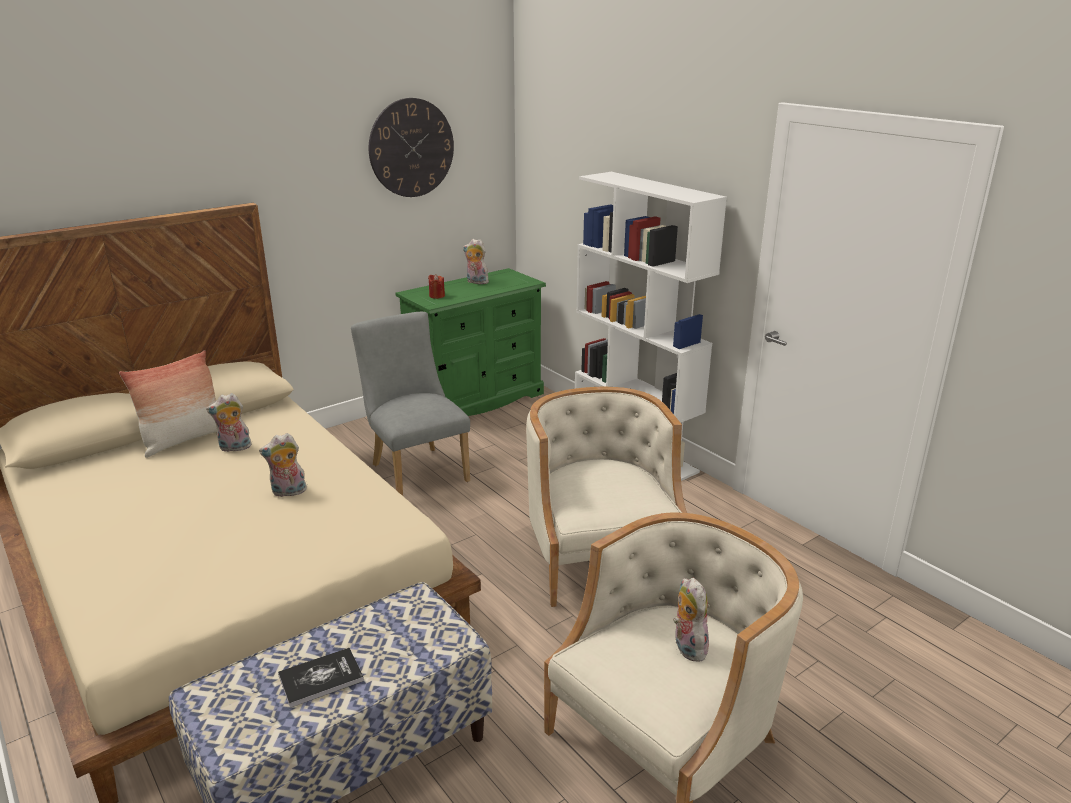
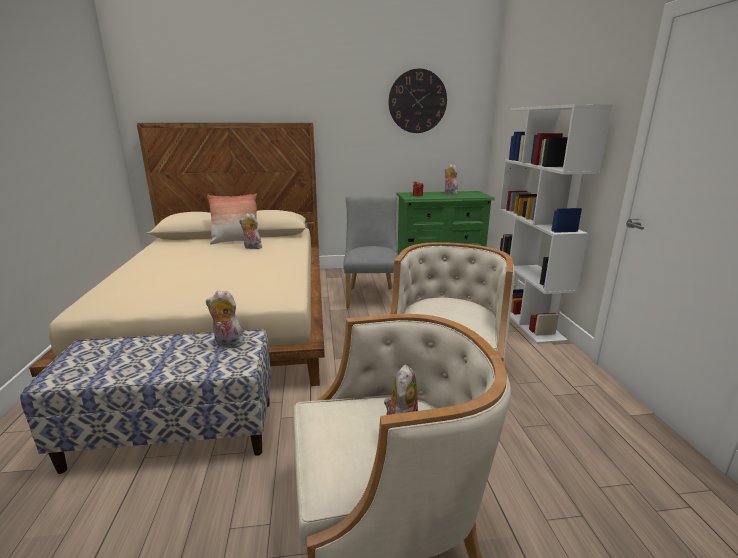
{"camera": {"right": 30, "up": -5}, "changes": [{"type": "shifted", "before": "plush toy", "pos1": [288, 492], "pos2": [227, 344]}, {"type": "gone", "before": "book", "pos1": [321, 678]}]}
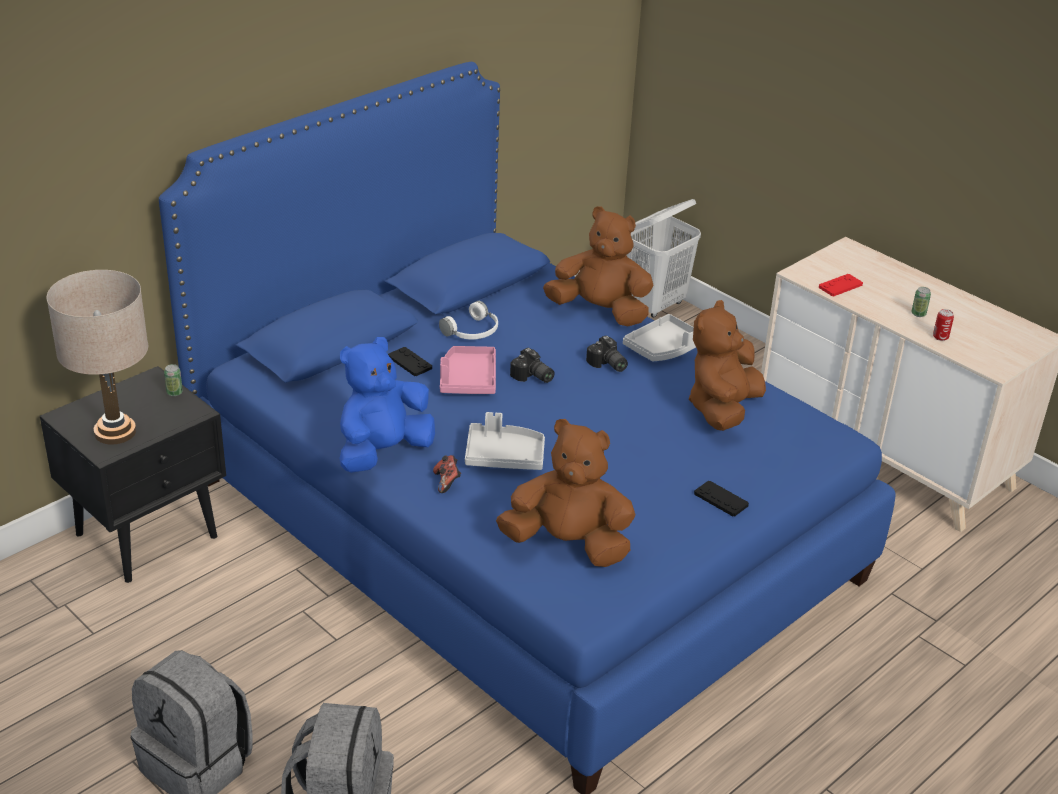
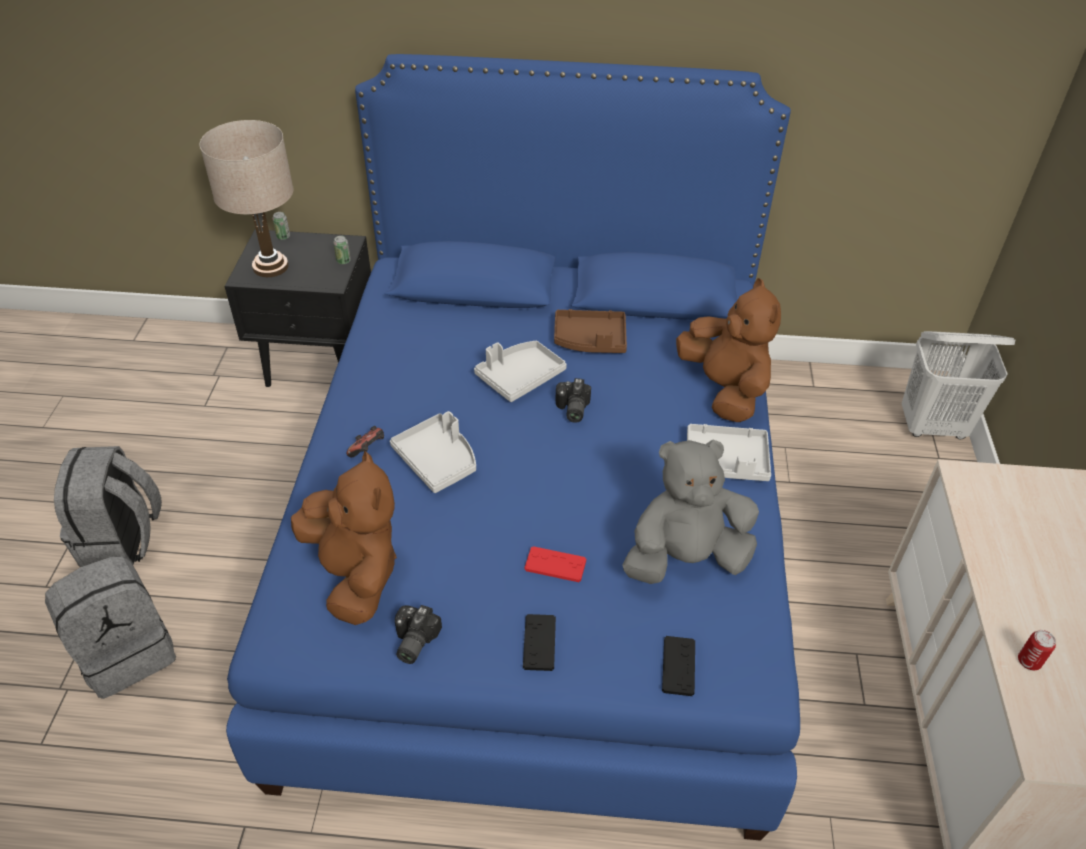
{"camera": {"right": 50, "up": 10}, "changes": [{"type": "shifted", "before": "game controller/red", "pos1": [840, 286], "pos2": [555, 565]}, {"type": "shifted", "before": "can", "pos1": [918, 314], "pos2": [283, 237]}, {"type": "repainted", "before": "plush toy/brown", "after": "plush toy/grey", "pos1": [722, 409], "pos2": [685, 558]}, {"type": "swapped", "before": "headphones/white", "after": "tray/brown", "pos1": [473, 332], "pos2": [590, 340]}, {"type": "shifted", "before": "photo camera", "pos1": [607, 365], "pos2": [412, 641]}, {"type": "gone", "before": "plush toy/blue", "pos1": [383, 452]}, {"type": "repainted", "before": "tray/pink", "after": "tray/grey", "pos1": [468, 379], "pos2": [519, 377]}, {"type": "shifted", "before": "game controller/black", "pos1": [410, 362], "pos2": [678, 666]}]}
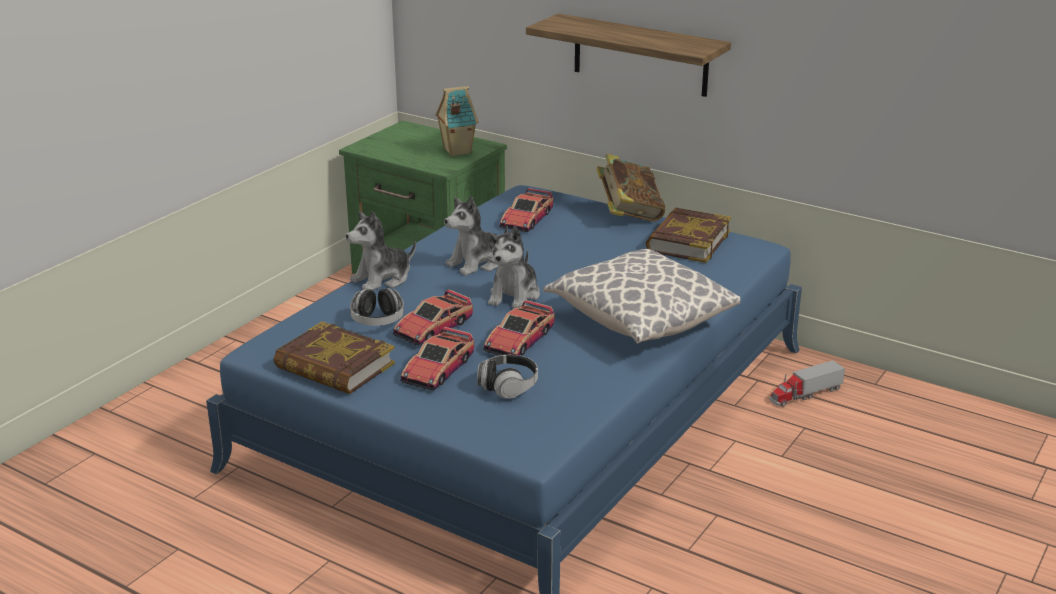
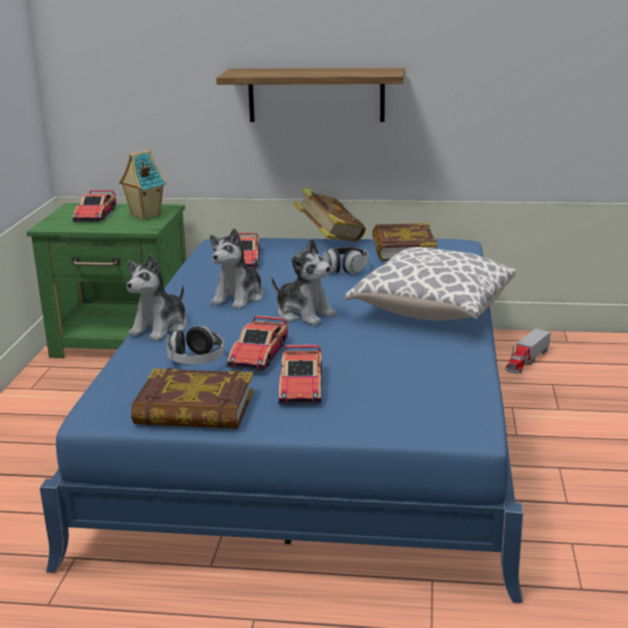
{"camera": {"right": -25, "up": -5}, "changes": [{"type": "rotated", "before": "plush toy", "pos1": [514, 295], "pos2": [304, 314], "turn": -45}, {"type": "shifted", "before": "toy car", "pos1": [519, 340], "pos2": [95, 215]}, {"type": "shifted", "before": "headphones", "pos1": [508, 387], "pos2": [345, 269]}]}
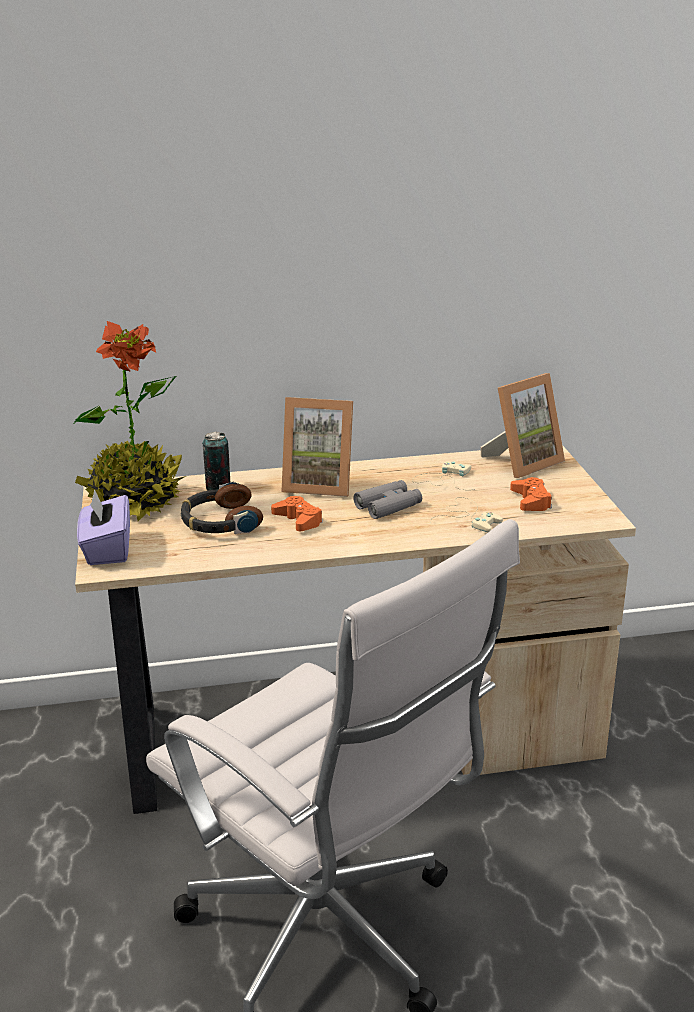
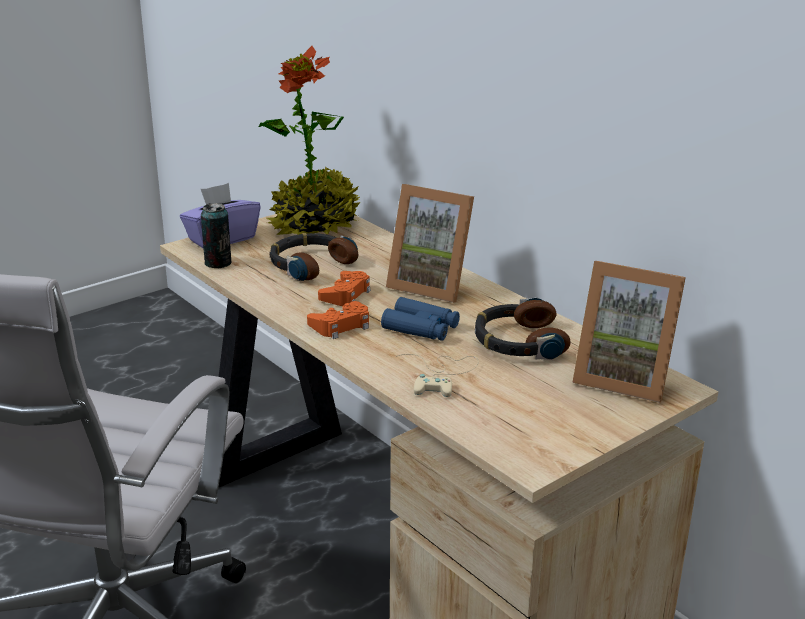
{"camera": {"right": 60, "up": 0}, "changes": [{"type": "rotated", "before": "picture frame", "pos1": [319, 484], "pos2": [432, 285], "turn": -45}, {"type": "shifted", "before": "can", "pos1": [218, 487], "pos2": [218, 263]}, {"type": "swapped", "before": "game controller/beige", "after": "headphones", "pos1": [444, 479], "pos2": [518, 342]}, {"type": "shifted", "before": "game controller/orange", "pos1": [531, 501], "pos2": [341, 326]}, {"type": "repainted", "before": "binoculars/grey", "after": "binoculars/blue", "pos1": [388, 506], "pos2": [421, 328]}]}
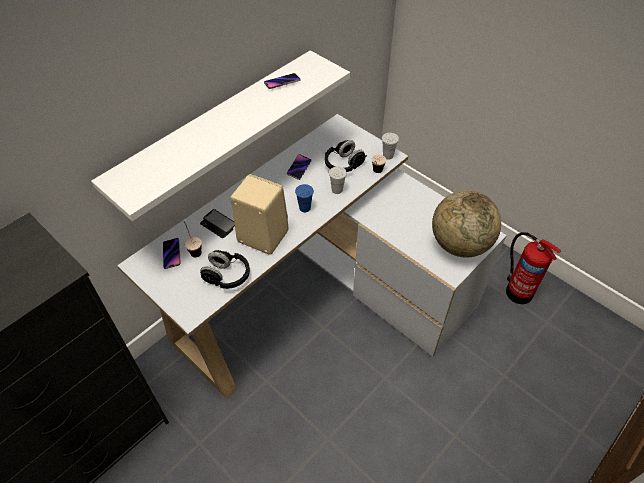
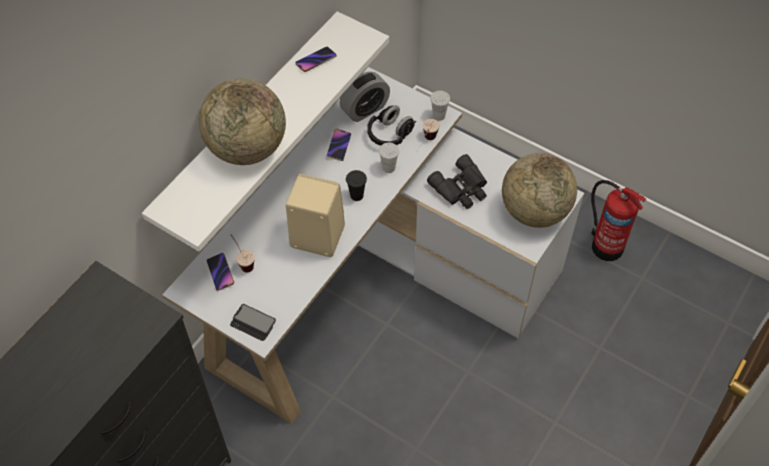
{"camera": {"right": -10, "up": 5}, "changes": [{"type": "repainted", "before": "cup/blue", "after": "cup/black", "pos1": [305, 208], "pos2": [356, 195]}, {"type": "shifted", "before": "phone", "pos1": [218, 224], "pos2": [253, 323]}, {"type": "gone", "before": "headphones/black", "pos1": [227, 276]}, {"type": "new", "after": "alarm clock", "pos2": [365, 109]}, {"type": "new", "after": "globe", "pos2": [247, 148]}, {"type": "new", "after": "binoculars/black", "pos2": [461, 188]}]}
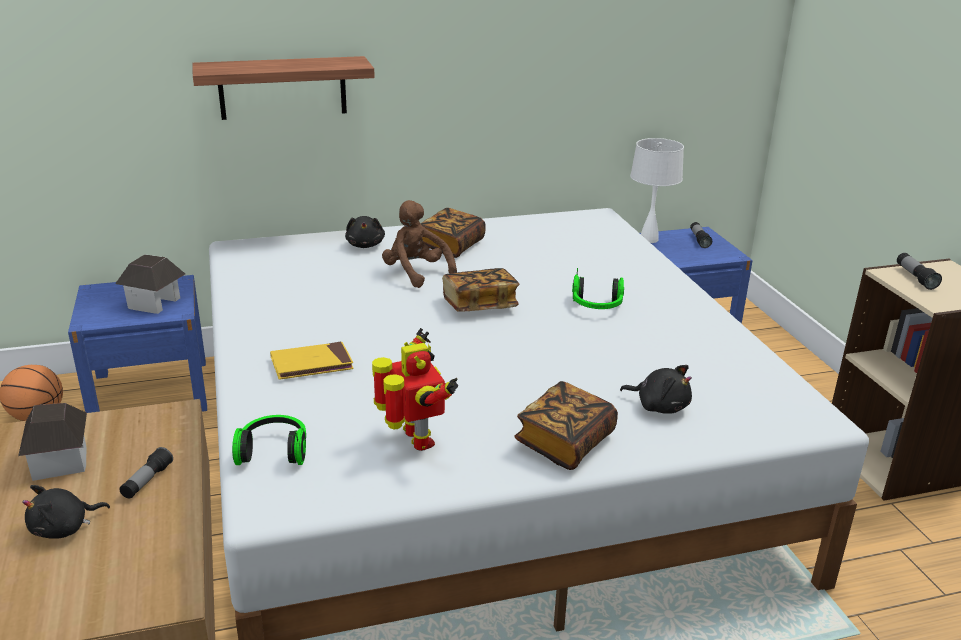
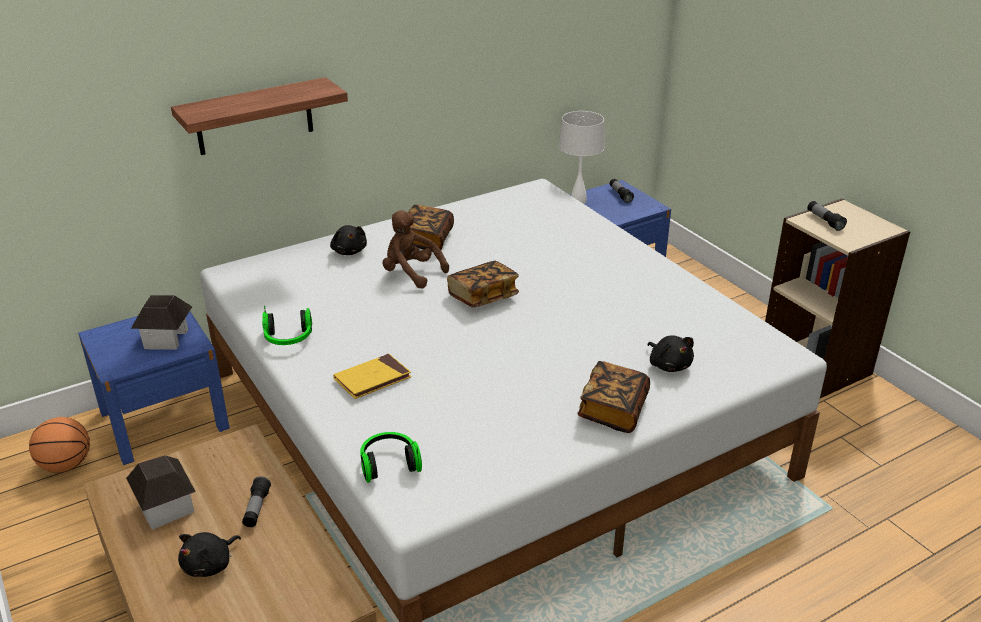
{"camera": {"right": -15, "up": 5}, "changes": [{"type": "shifted", "before": "headphones", "pos1": [597, 307], "pos2": [288, 339]}, {"type": "gone", "before": "toy robot", "pos1": [415, 440]}, {"type": "rotated", "before": "plush toy/black", "pos1": [659, 406], "pos2": [669, 365], "turn": 45}]}
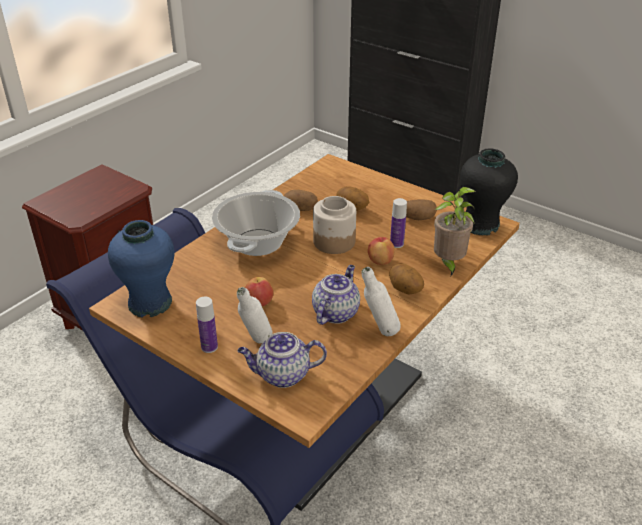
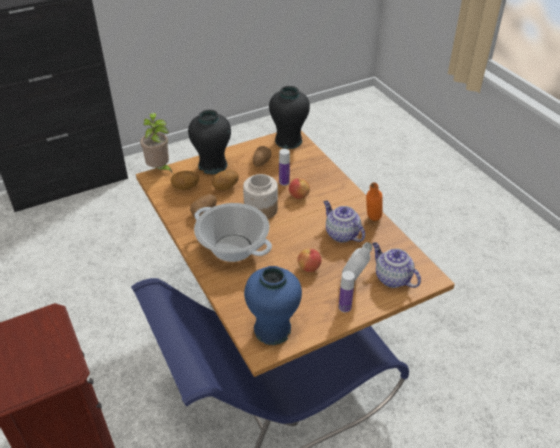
{"camera": {"right": -65, "up": 5}, "changes": [{"type": "shifted", "before": "potted plant", "pos1": [448, 264], "pos2": [159, 169]}, {"type": "shifted", "before": "potato", "pos1": [404, 290], "pos2": [186, 188]}, {"type": "repainted", "before": "bottle/white", "after": "bottle/orange", "pos1": [379, 332], "pos2": [372, 222]}, {"type": "rotated", "before": "teapot", "pos1": [282, 375], "pos2": [392, 278], "turn": 120}, {"type": "new", "after": "vase/black", "pos2": [213, 166]}]}
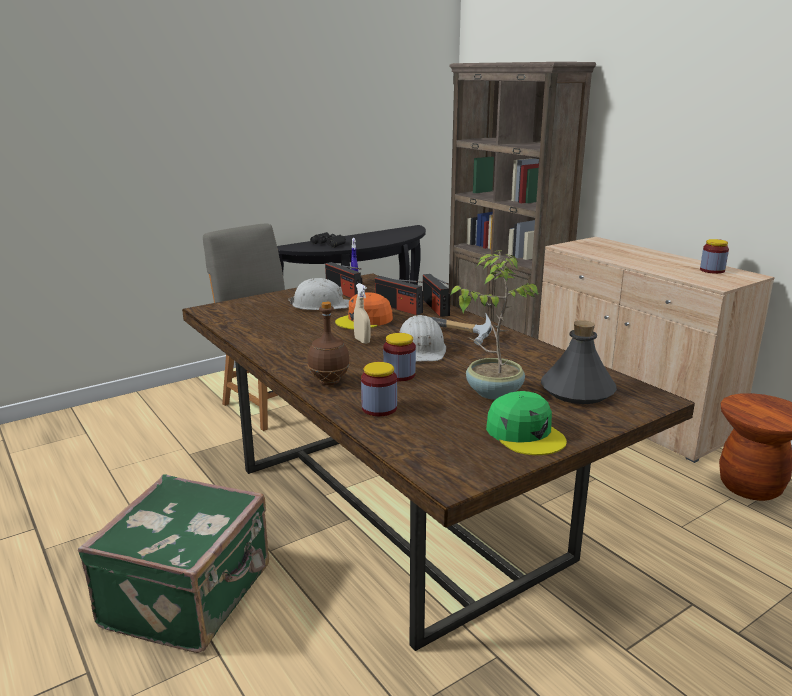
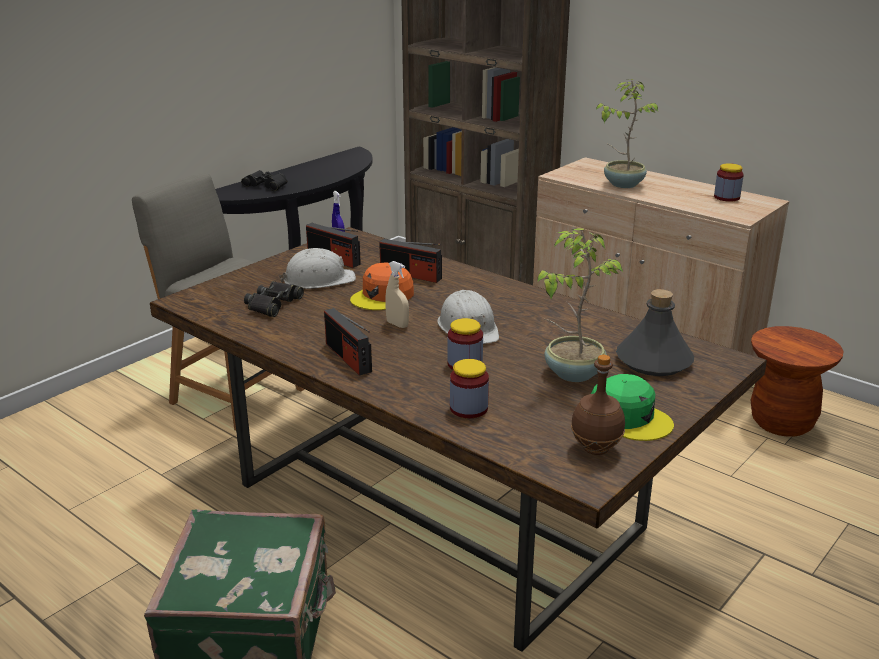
{"camera": {"right": -15, "up": 5}, "changes": [{"type": "shifted", "before": "radio", "pos1": [435, 307], "pos2": [348, 357]}, {"type": "shifted", "before": "bottle/brown", "pos1": [328, 382], "pos2": [595, 449]}, {"type": "gone", "before": "hammer", "pos1": [453, 335]}, {"type": "new", "after": "potted plant", "pos2": [623, 184]}, {"type": "new", "after": "binoculars/black", "pos2": [273, 304]}]}
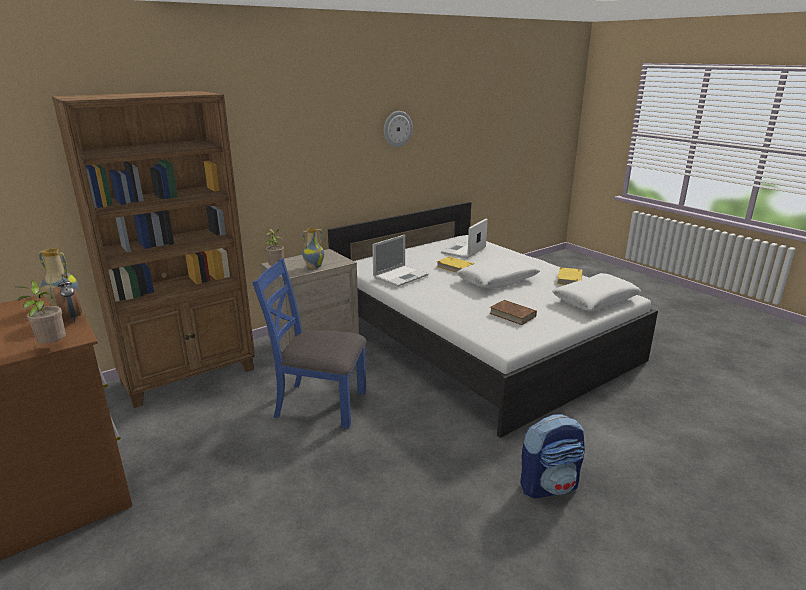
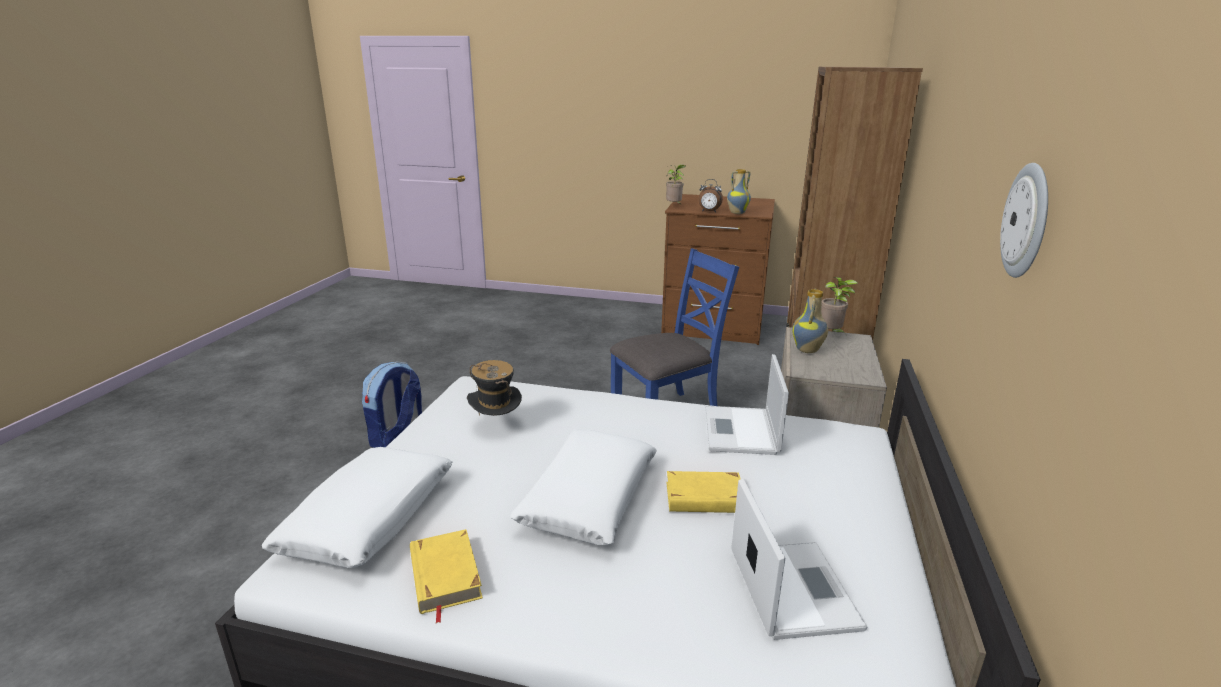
{"camera": {"right": 140, "up": 0}, "changes": [{"type": "swapped", "before": "book/brown", "after": "hat", "pos1": [512, 315], "pos2": [496, 426]}]}
